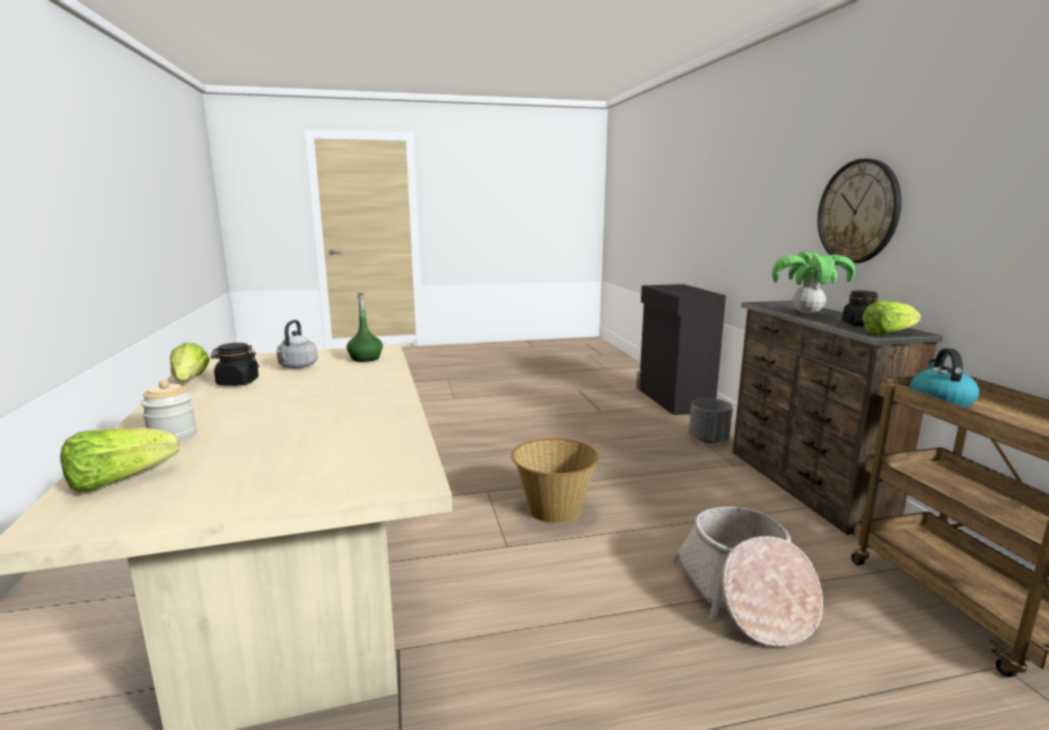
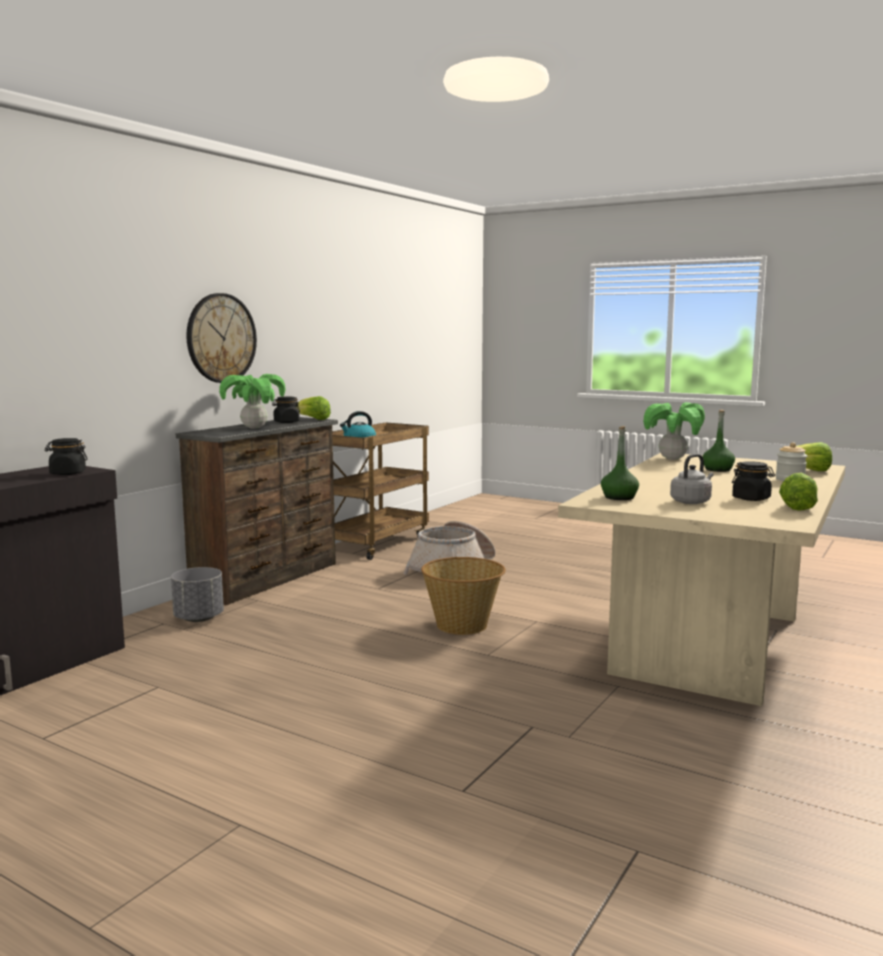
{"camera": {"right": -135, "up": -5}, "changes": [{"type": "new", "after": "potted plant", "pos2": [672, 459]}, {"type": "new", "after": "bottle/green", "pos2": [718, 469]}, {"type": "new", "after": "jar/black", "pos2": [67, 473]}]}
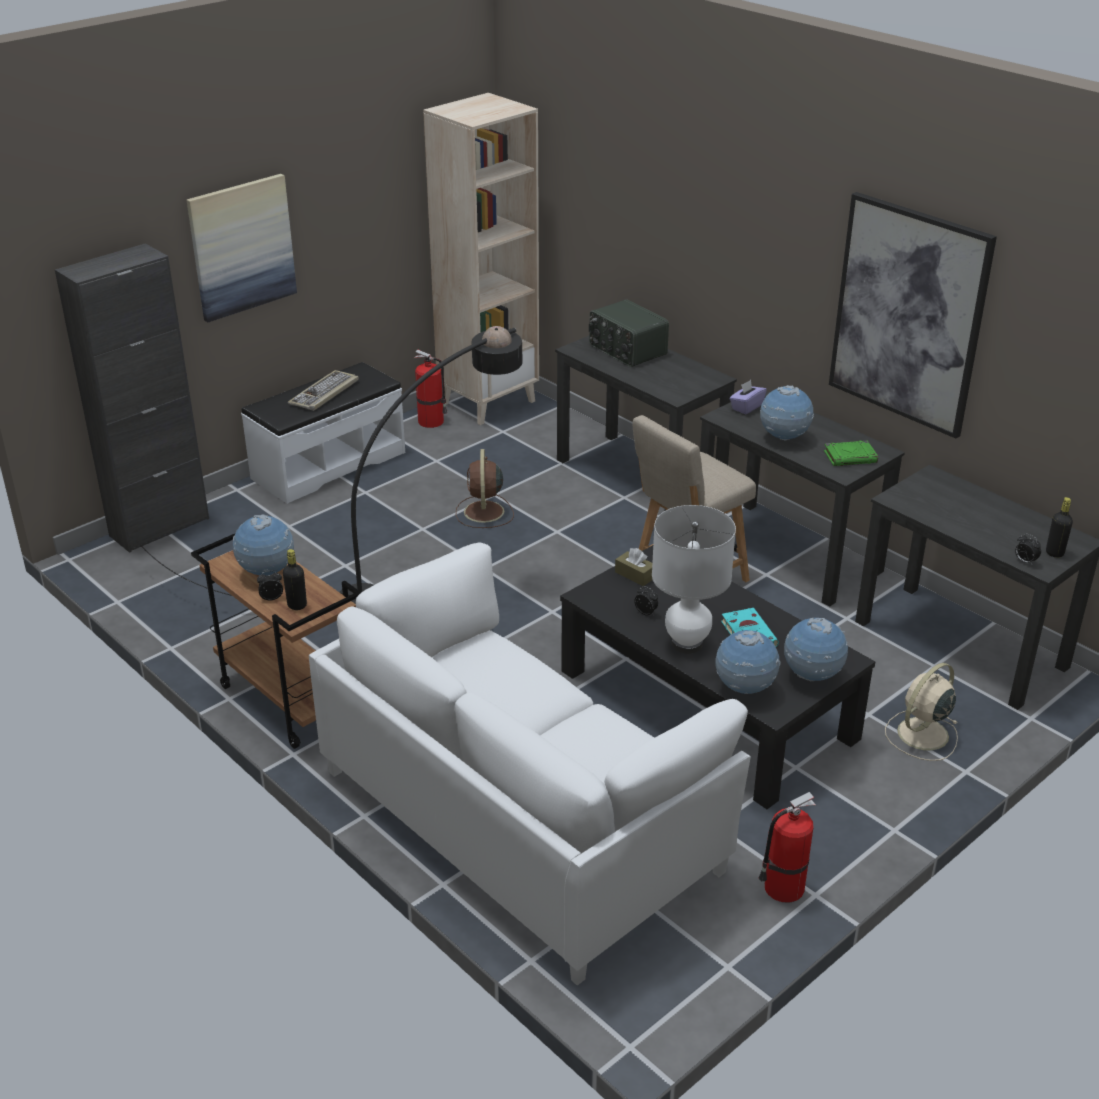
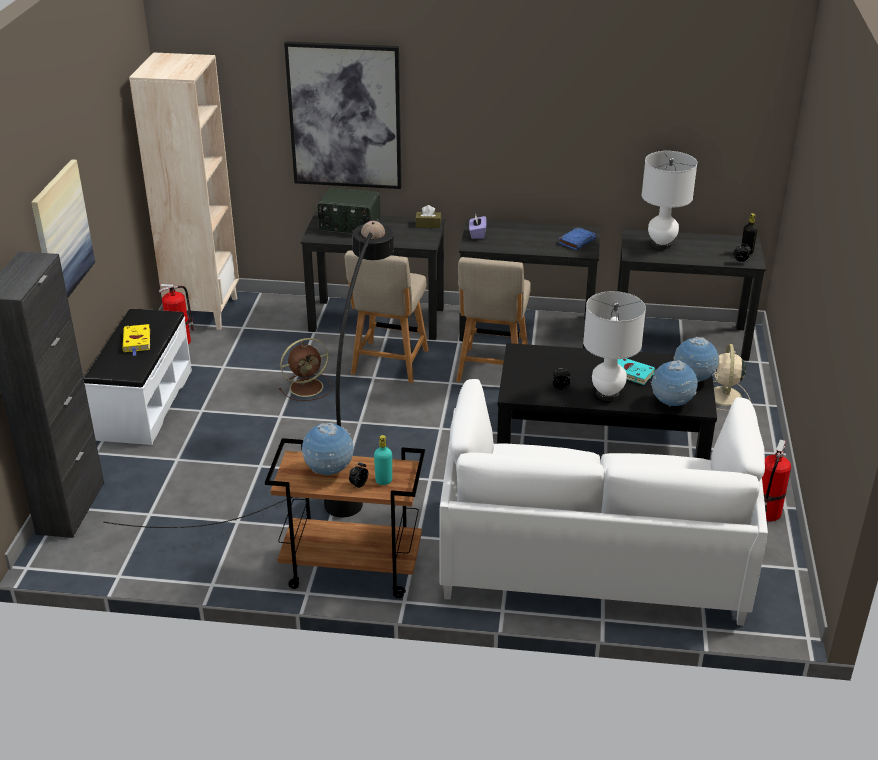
{"camera": {"right": -40, "up": 0}, "changes": [{"type": "shifted", "before": "picture", "pos1": [908, 314], "pos2": [345, 116]}, {"type": "swapped", "before": "keyboard", "after": "book/yellow", "pos1": [324, 393], "pos2": [137, 341]}, {"type": "gone", "before": "globe", "pos1": [784, 438]}, {"type": "repainted", "before": "book/green", "after": "book/blue", "pos1": [850, 457], "pos2": [577, 241]}, {"type": "rotated", "before": "fan/brown", "pos1": [484, 513], "pos2": [308, 387], "turn": -75}, {"type": "shifted", "before": "tissue box/brown", "pos1": [635, 575], "pos2": [428, 224]}, {"type": "repainted", "before": "bottle/black", "after": "bottle/turquoise", "pos1": [297, 605], "pos2": [383, 481]}, {"type": "new", "after": "table lamp/white", "pos2": [661, 245]}, {"type": "new", "after": "chair/beige", "pos2": [389, 364]}]}
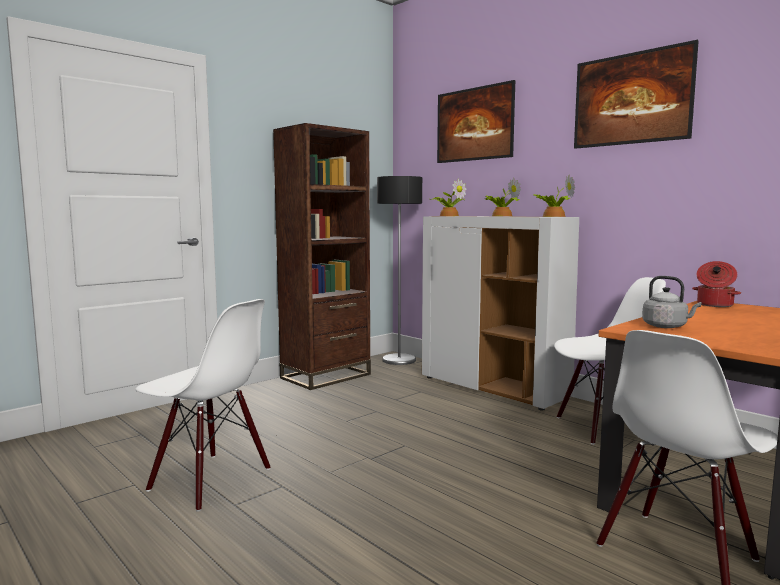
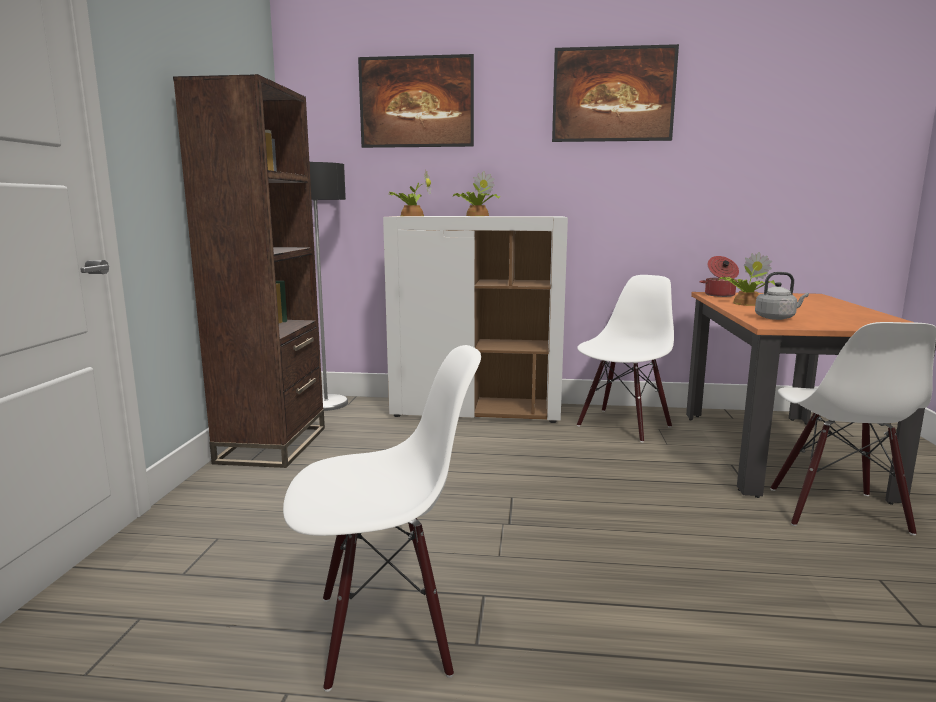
{"camera": {"right": -40, "up": 5}, "changes": [{"type": "shifted", "before": "potted plant", "pos1": [552, 216], "pos2": [745, 303]}]}
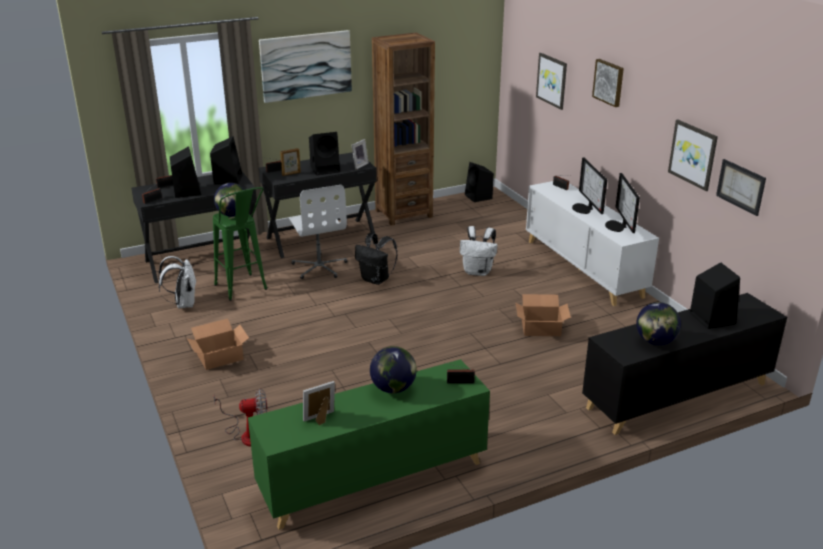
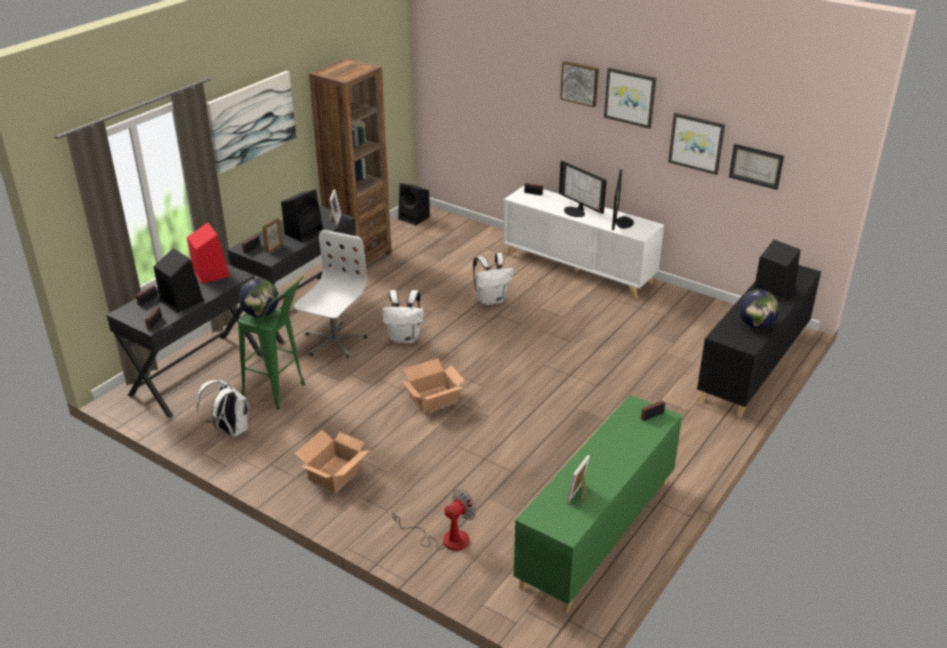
{"camera": {"right": -30, "up": 5}, "changes": [{"type": "shifted", "before": "picture", "pos1": [552, 80], "pos2": [630, 97]}, {"type": "repainted", "before": "speaker/black", "after": "speaker/red", "pos1": [228, 179], "pos2": [210, 273]}, {"type": "rotated", "before": "monitor", "pos1": [617, 226], "pos2": [621, 222], "turn": -135}, {"type": "rotated", "before": "office chair/white", "pos1": [319, 267], "pos2": [333, 342], "turn": -105}, {"type": "repainted", "before": "backpack/black", "after": "backpack/white", "pos1": [376, 280], "pos2": [405, 338]}, {"type": "shifted", "before": "cardboard box", "pos1": [540, 328], "pos2": [432, 398]}, {"type": "gone", "before": "globe", "pos1": [393, 388]}]}
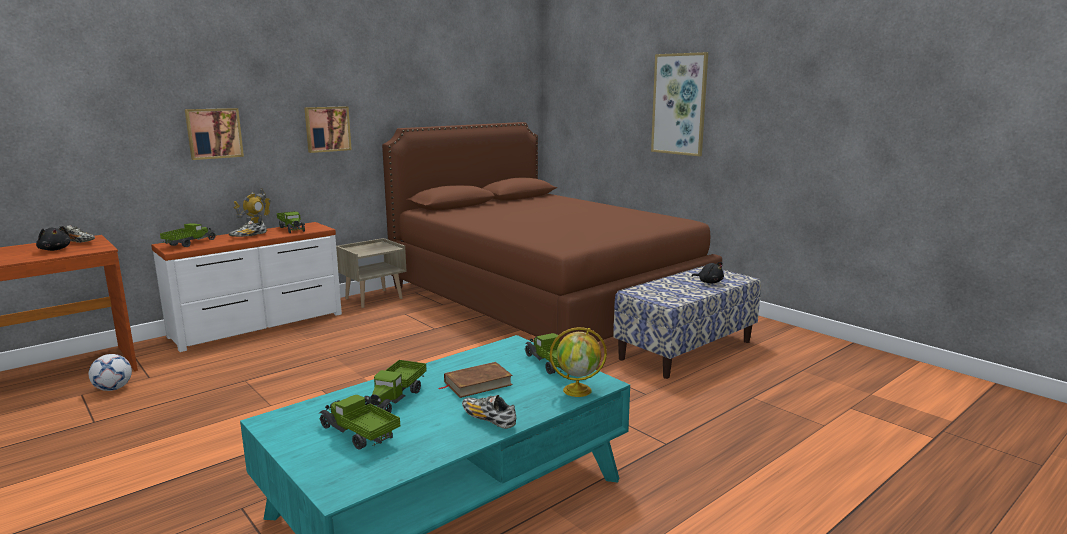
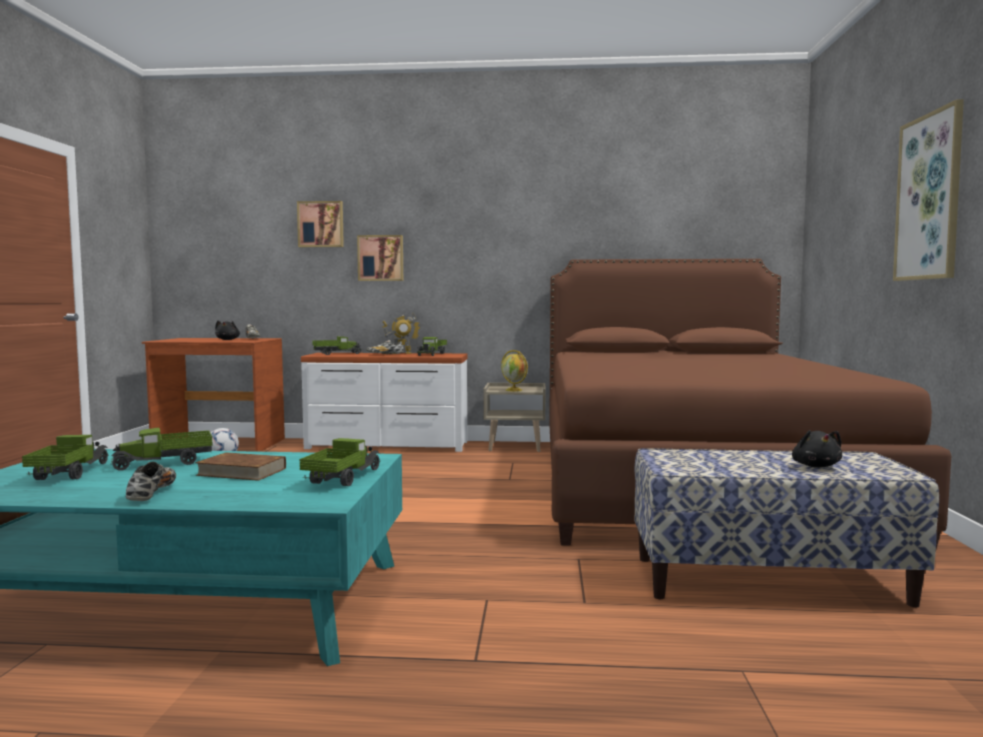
{"camera": {"right": 45, "up": -10}, "changes": [{"type": "shifted", "before": "picture", "pos1": [327, 129], "pos2": [321, 224]}, {"type": "shifted", "before": "globe", "pos1": [578, 390], "pos2": [514, 390]}]}
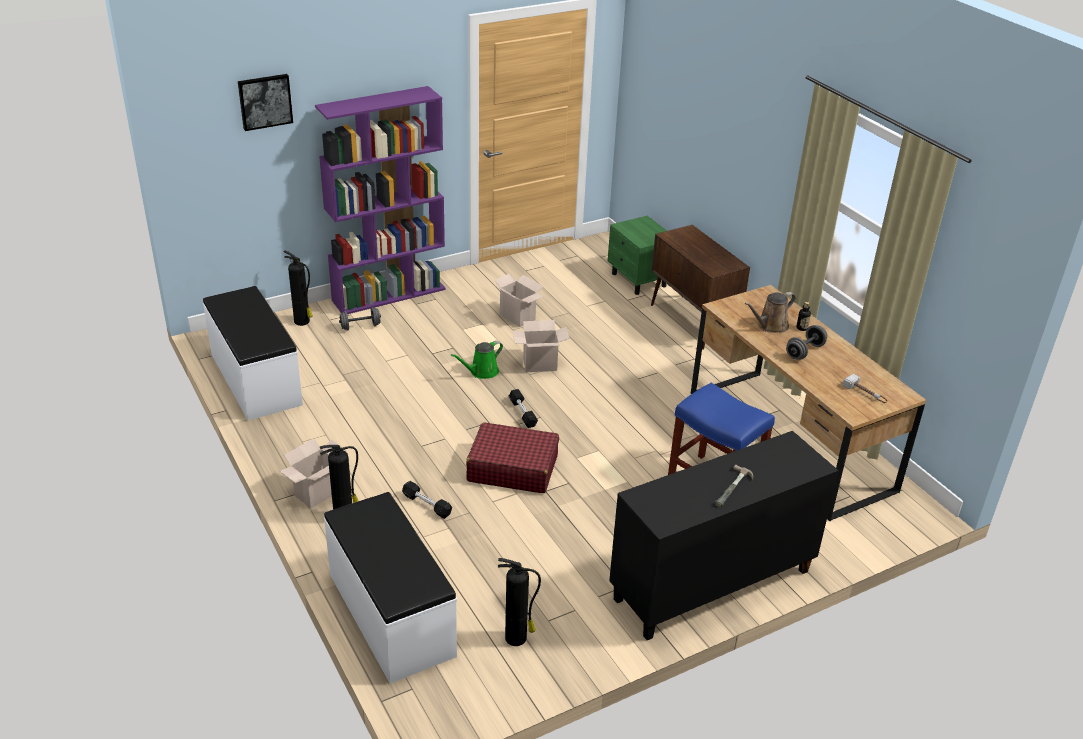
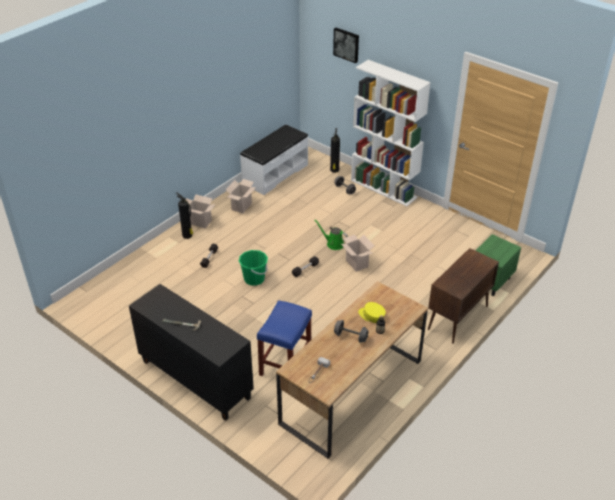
{"camera": {"right": 70, "up": 5}, "changes": [{"type": "repainted", "before": "bookcase/purple", "after": "bookcase/white", "pos1": [389, 294], "pos2": [384, 189]}, {"type": "shifted", "before": "cardboard box", "pos1": [519, 317], "pos2": [242, 207]}, {"type": "swapped", "before": "watering can/brown", "after": "cap/yellow", "pos1": [770, 326], "pos2": [371, 316]}, {"type": "swapped", "before": "suitcase/red", "after": "bucket/green", "pos1": [512, 468], "pos2": [254, 279]}, {"type": "gone", "before": "bench/white", "pos1": [390, 615]}, {"type": "gone", "before": "fire extinguisher", "pos1": [517, 638]}]}
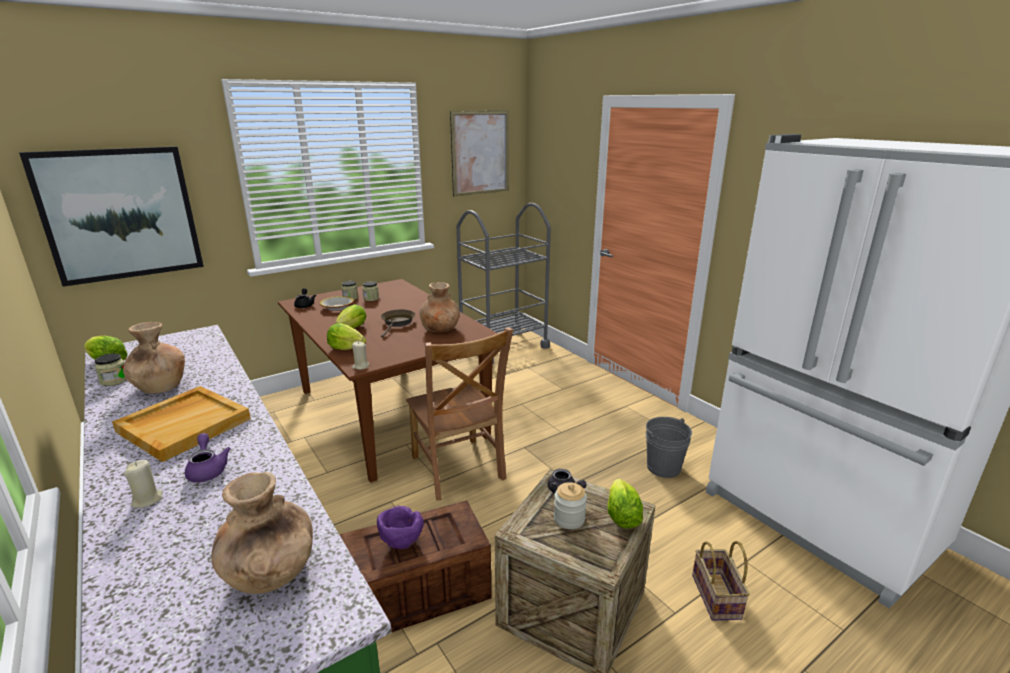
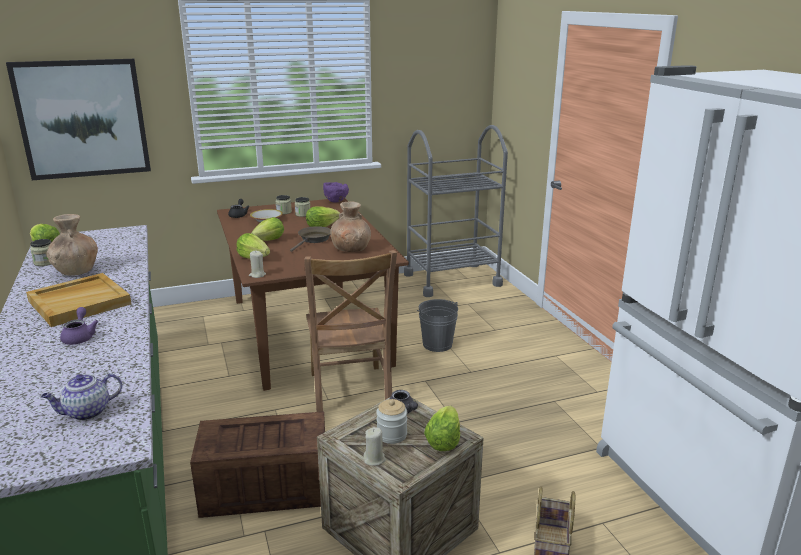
{"camera": {"right": 15, "up": 0}, "changes": [{"type": "gone", "before": "picture", "pos1": [480, 153]}, {"type": "shifted", "before": "bucket/grey", "pos1": [663, 467], "pos2": [437, 344]}, {"type": "shifted", "before": "candle/beige", "pos1": [147, 499], "pos2": [374, 459]}, {"type": "swapped", "before": "vase/brown", "after": "teapot", "pos1": [270, 573], "pos2": [86, 412]}, {"type": "shifted", "before": "bowl/purple", "pos1": [401, 542], "pos2": [335, 201]}, {"type": "new", "after": "lettuce", "pos2": [321, 226]}]}
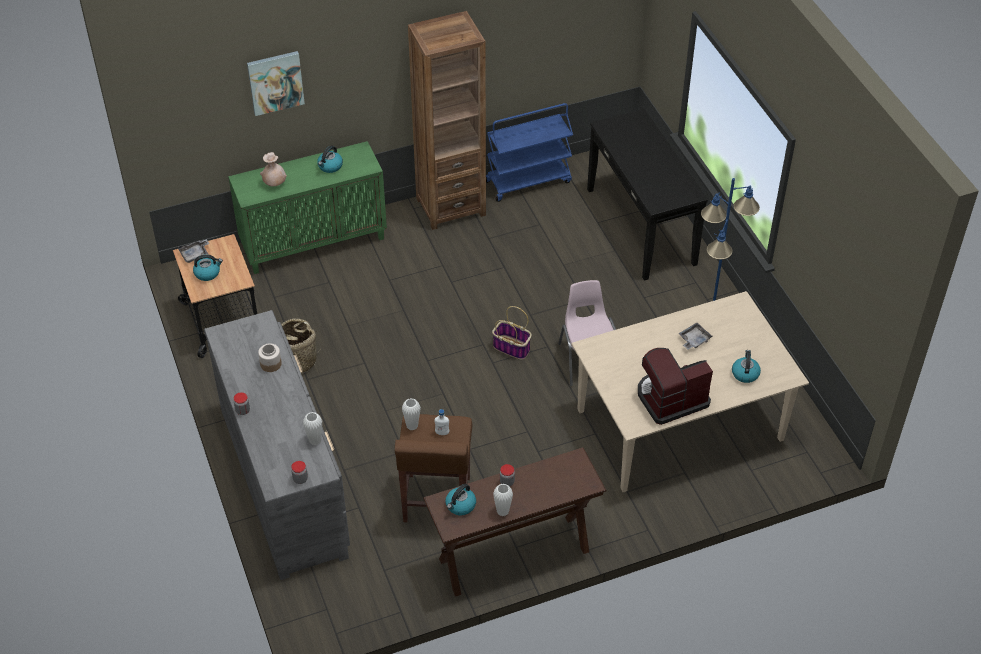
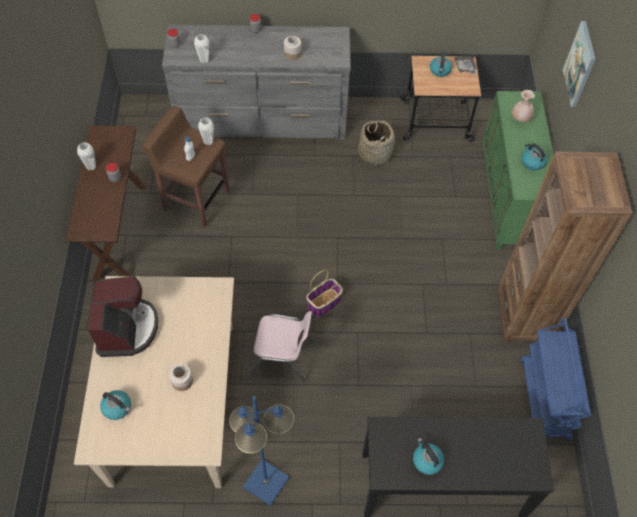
{"camera": {"right": 110, "up": 10}, "changes": [{"type": "swapped", "before": "tray/grey", "after": "jar", "pos1": [694, 340], "pos2": [182, 381]}, {"type": "shifted", "before": "kettle", "pos1": [460, 506], "pos2": [426, 460]}]}
